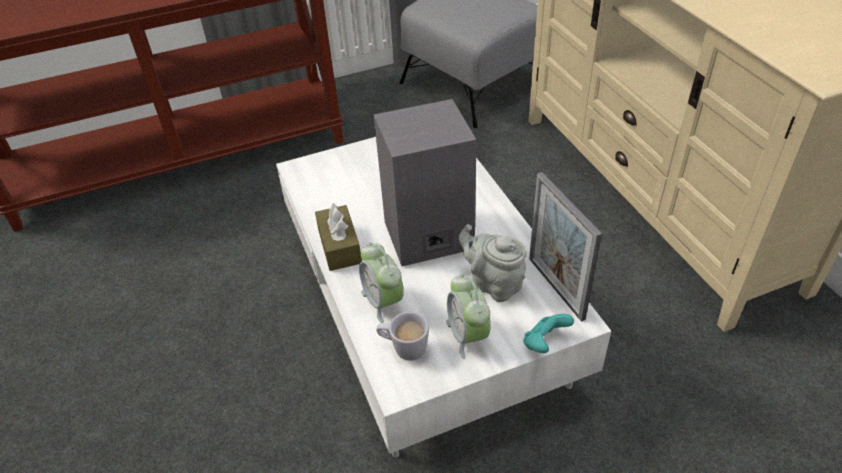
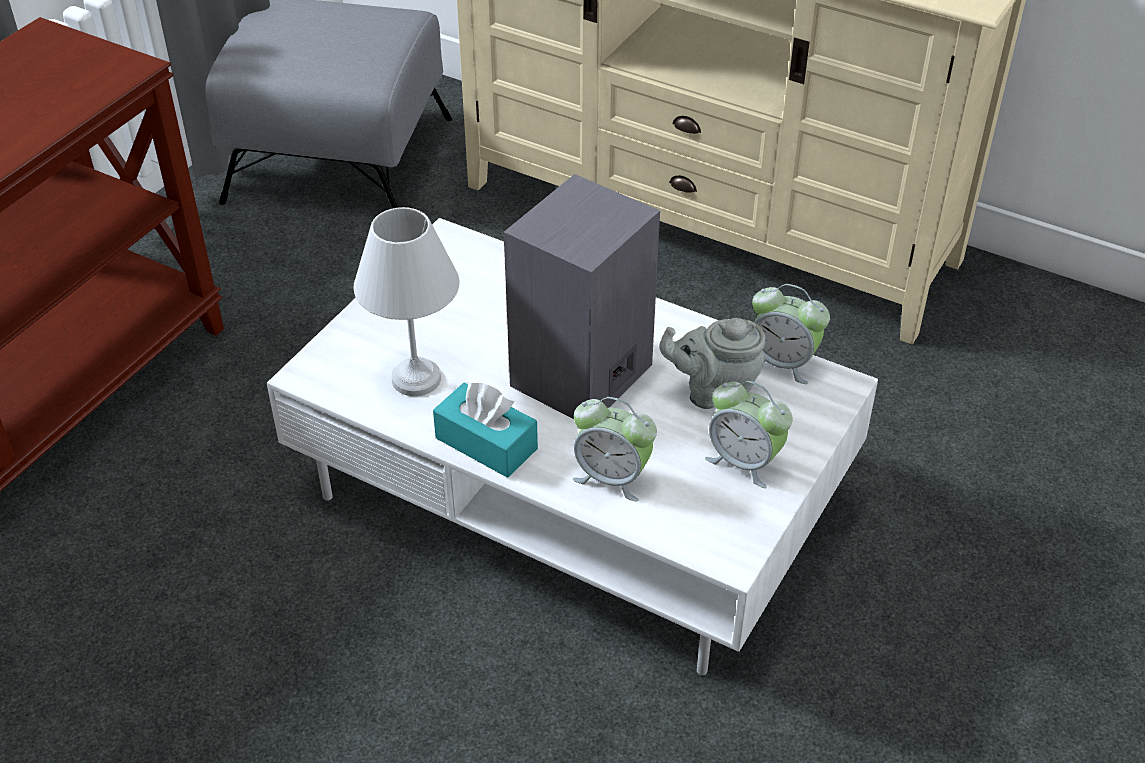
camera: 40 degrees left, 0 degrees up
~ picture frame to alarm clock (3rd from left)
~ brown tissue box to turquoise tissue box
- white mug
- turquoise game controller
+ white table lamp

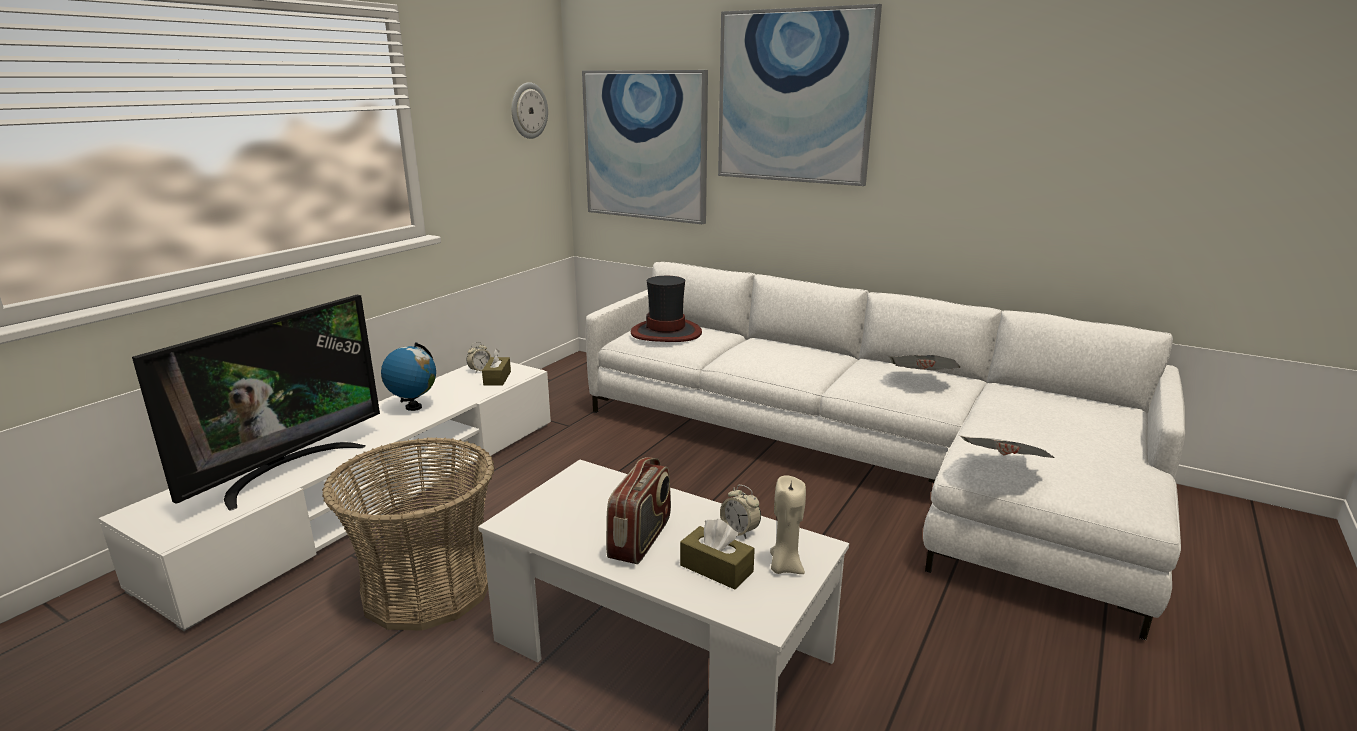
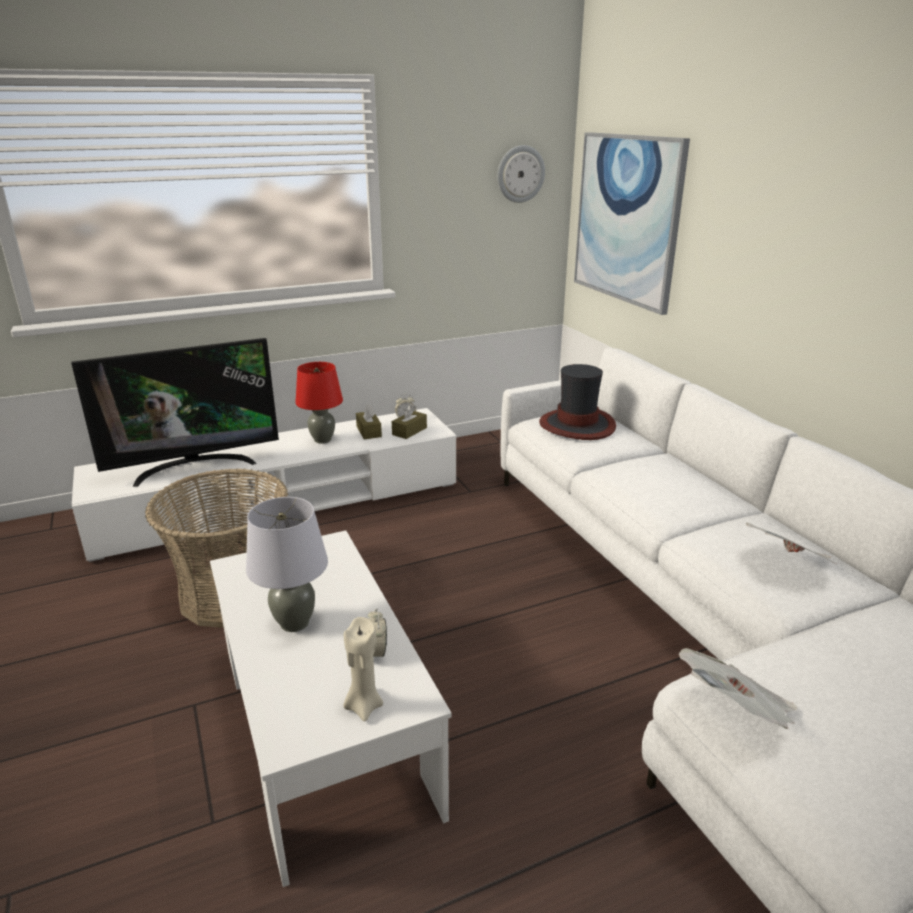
camera: 35 degrees right, 5 degrees up
- picture (2nd from left)
~ globe to red table lamp
~ radio to grey table lamp
~ brown tissue box (2nd from left in the first image) to brown tissue box (1st from left)

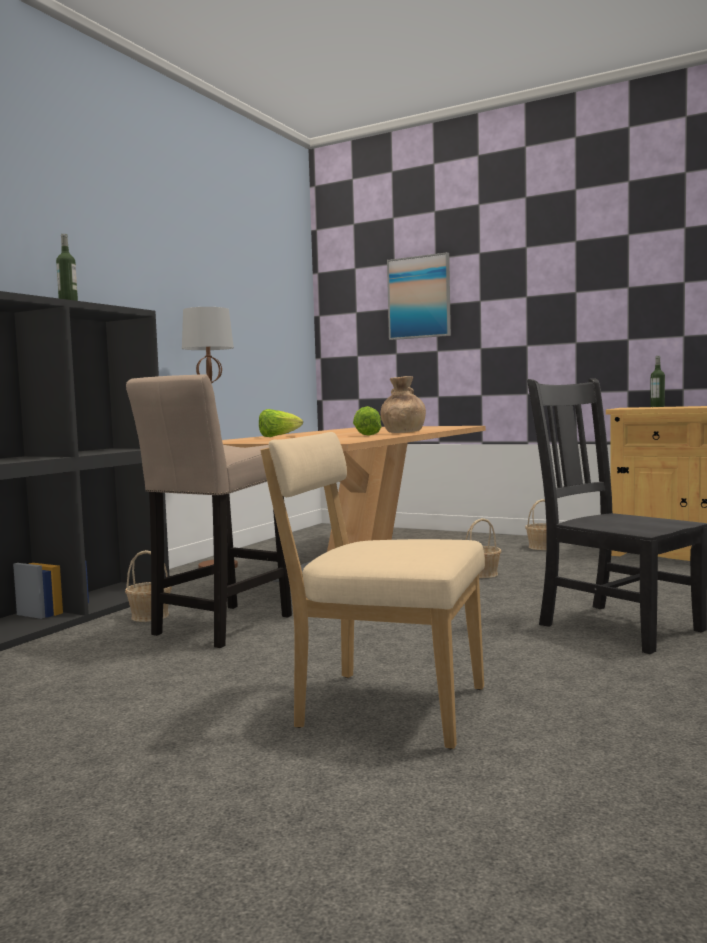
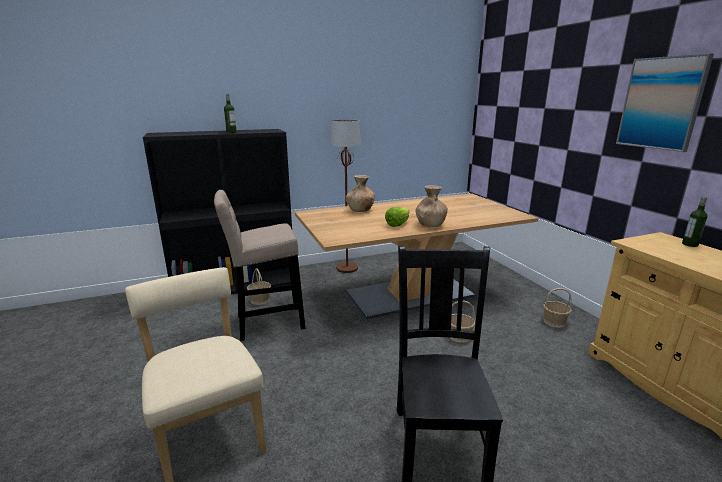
camera: 40 degrees right, 15 degrees up
~ picture
~ lettuce (1st from left) to brown vase (1st from left)

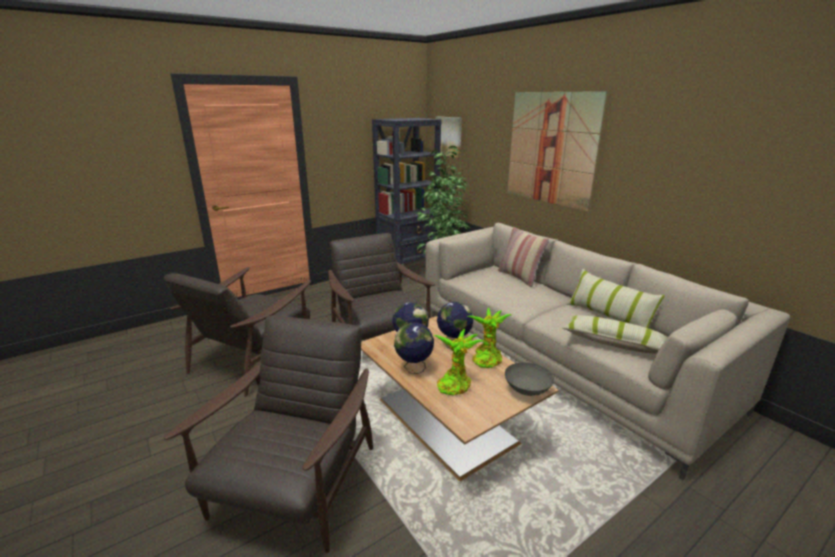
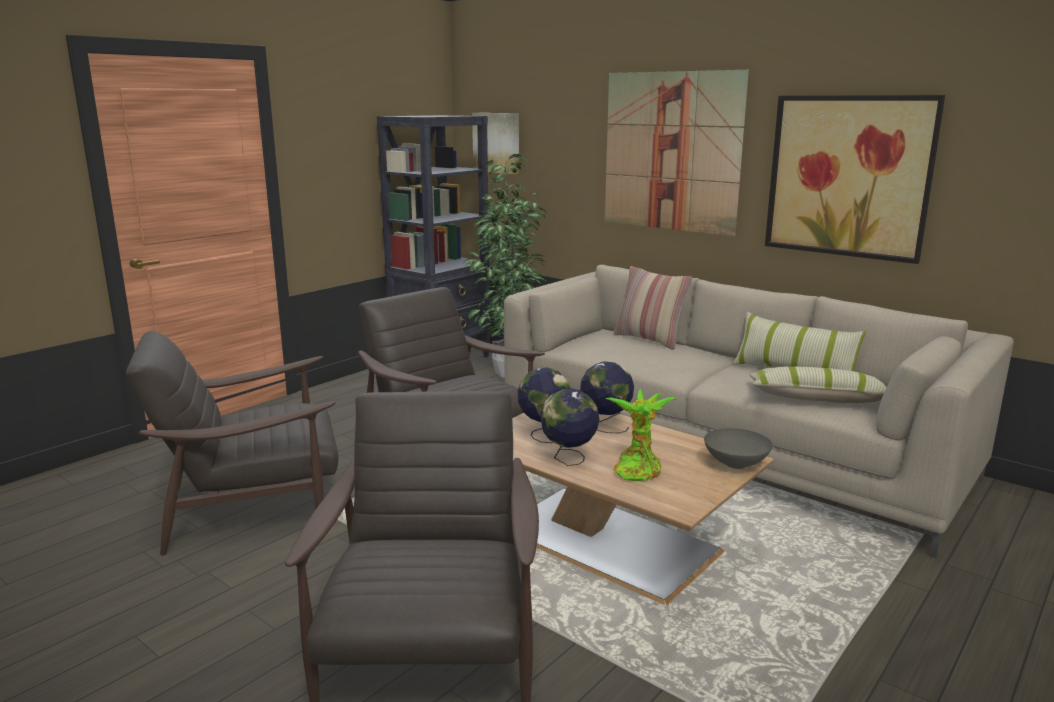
camera: 15 degrees left, 5 degrees down
~ brown armchair (1st from left) 60 degrees clockwise
- potted plant (3rd from left)
+ picture (3rd from left)

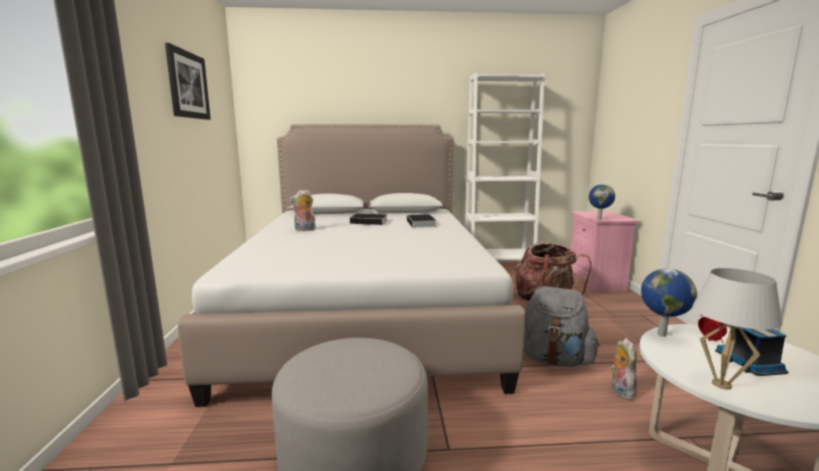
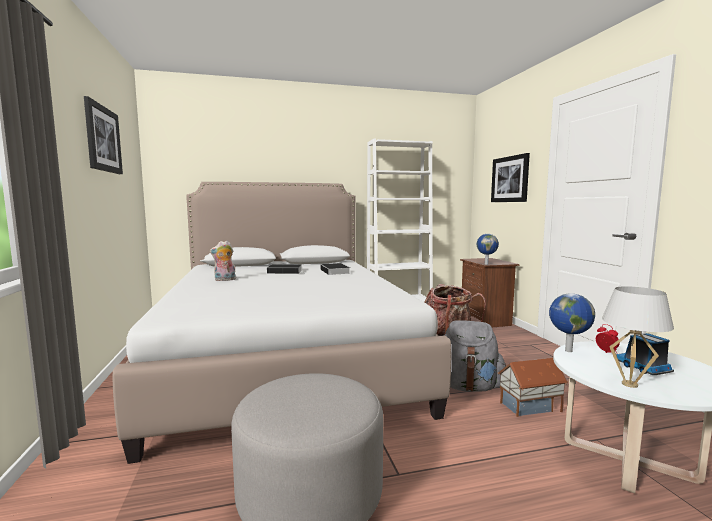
camera: 10 degrees left, 5 degrees down
~ pink nightstand to brown nightstand
~ plush toy (2nd from left) to toy house
+ picture (2nd from left)

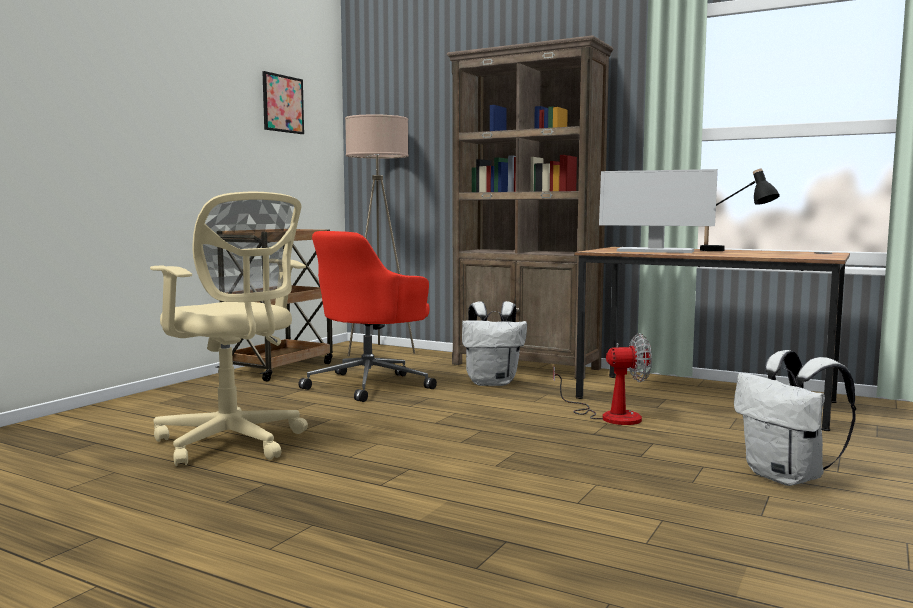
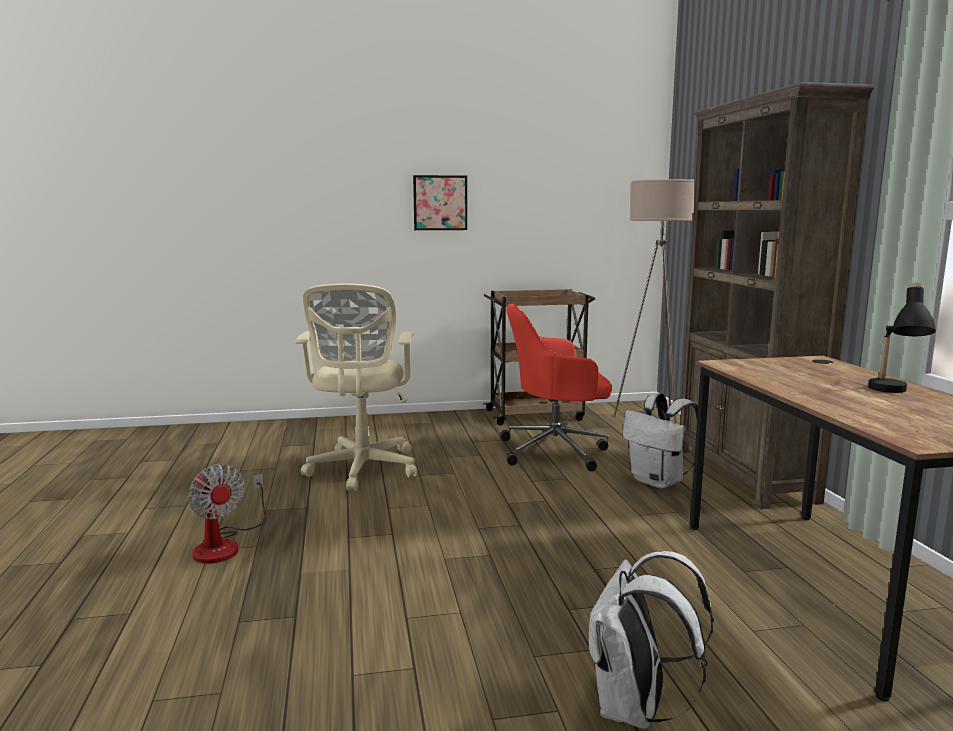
camera: 50 degrees right, 5 degrees up
~ picture
- monitor
~ fan

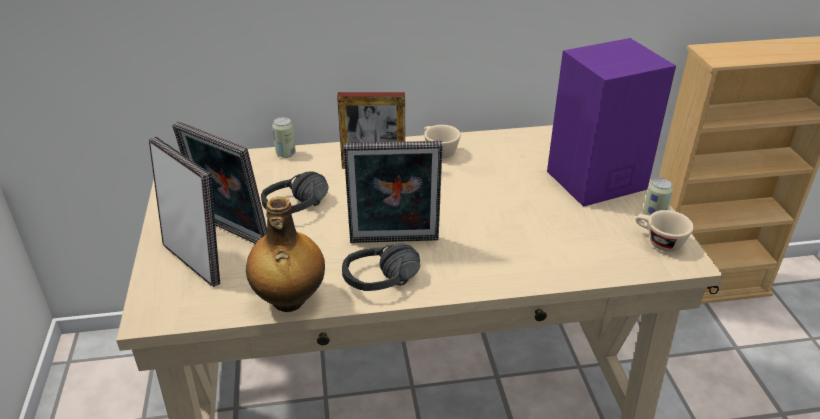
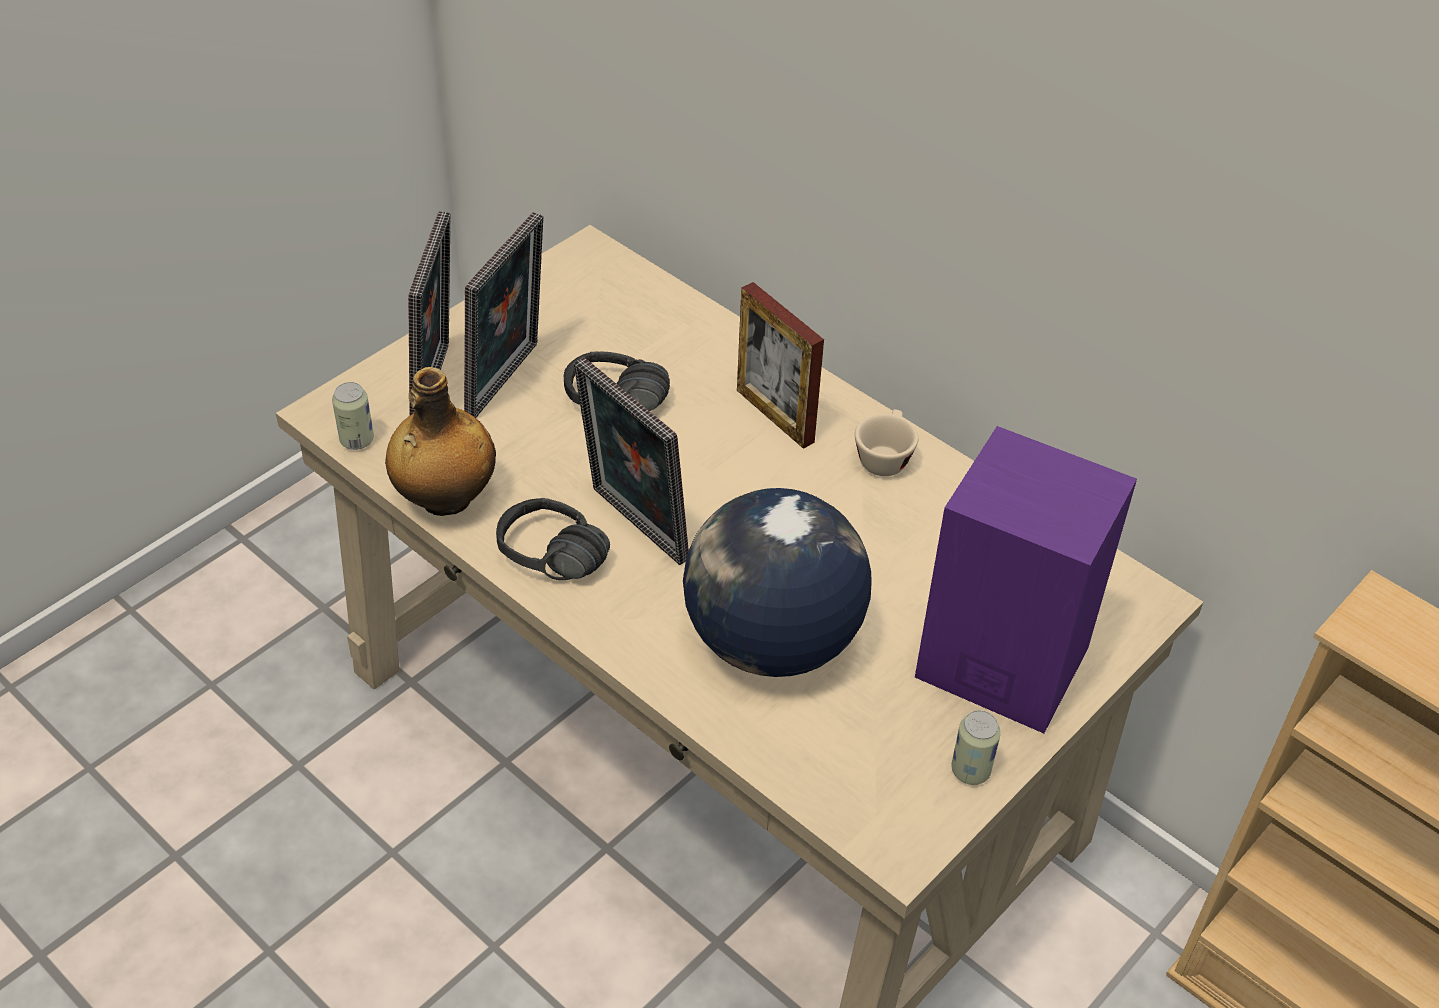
camera: 50 degrees right, 10 degrees up
~ can (1st from left)
~ picture frame (2nd from left) 150 degrees counterclockwise
- beige cup (2nd from left)
+ globe

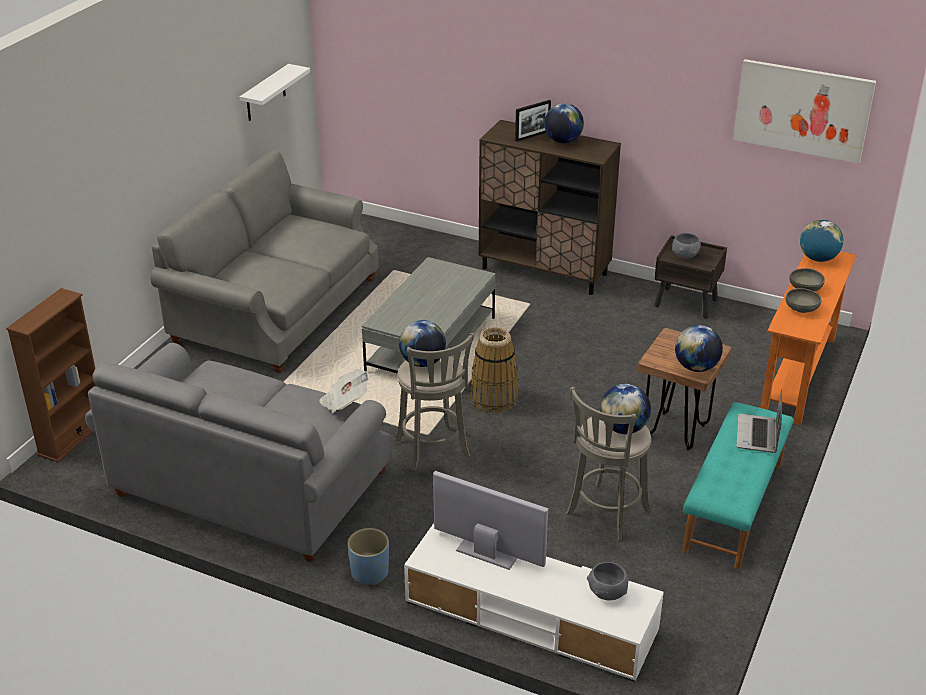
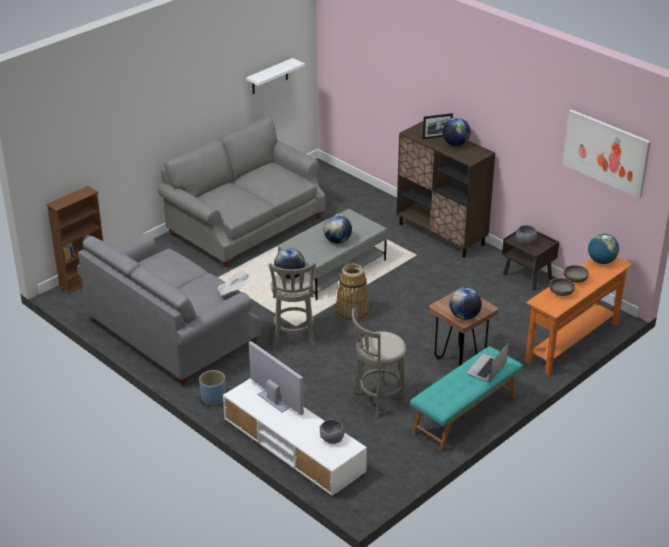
camera: 20 degrees right, 0 degrees up
~ globe (3rd from left in the first image) to globe (2nd from left)

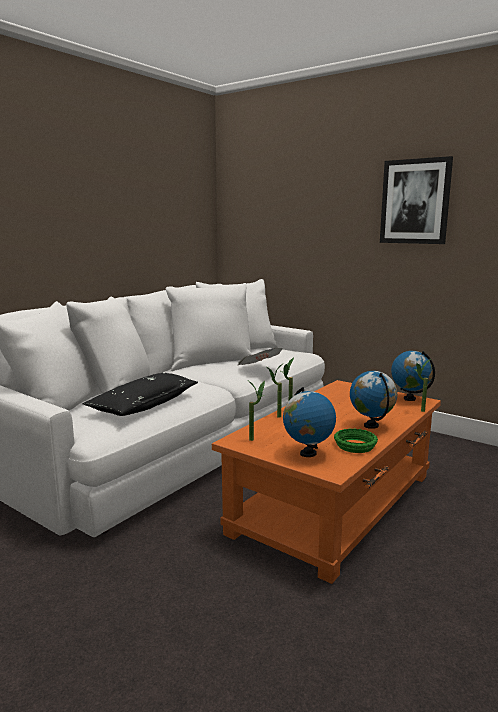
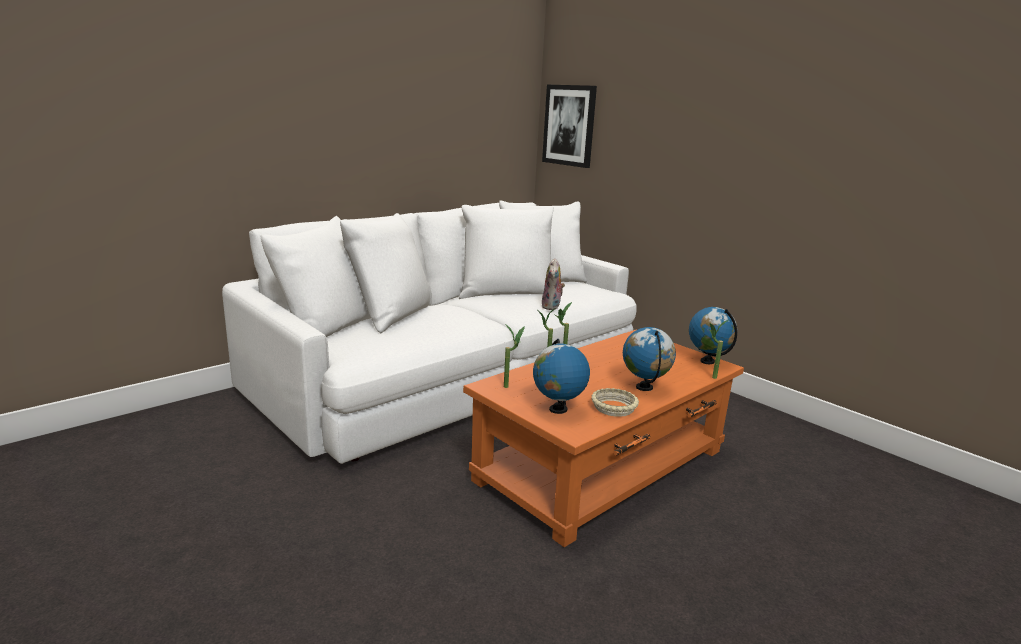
camera: 10 degrees right, 5 degrees up
~ picture
~ newspaper to plush toy
- black pillow
~ green bowl to beige bowl

